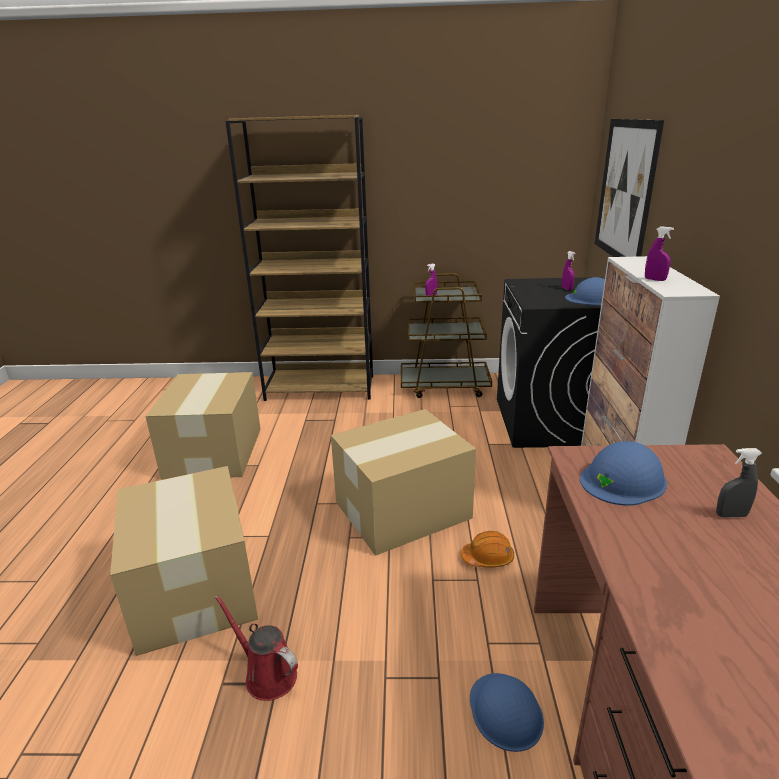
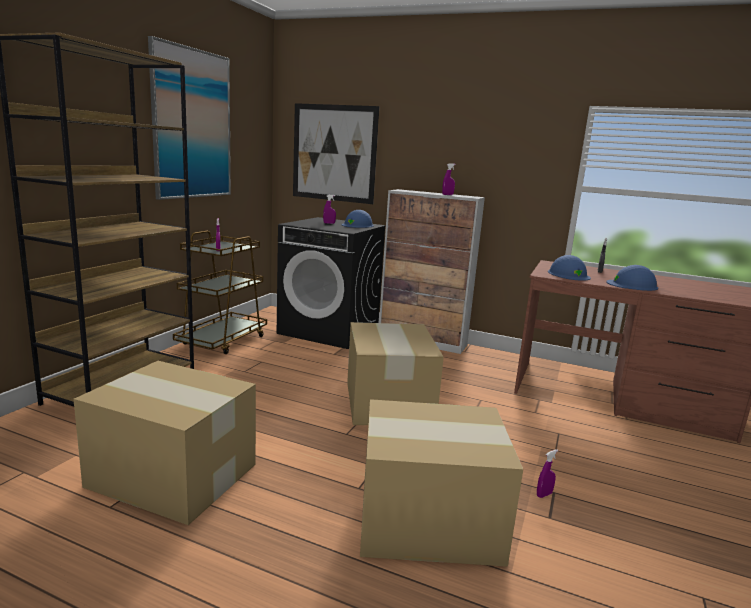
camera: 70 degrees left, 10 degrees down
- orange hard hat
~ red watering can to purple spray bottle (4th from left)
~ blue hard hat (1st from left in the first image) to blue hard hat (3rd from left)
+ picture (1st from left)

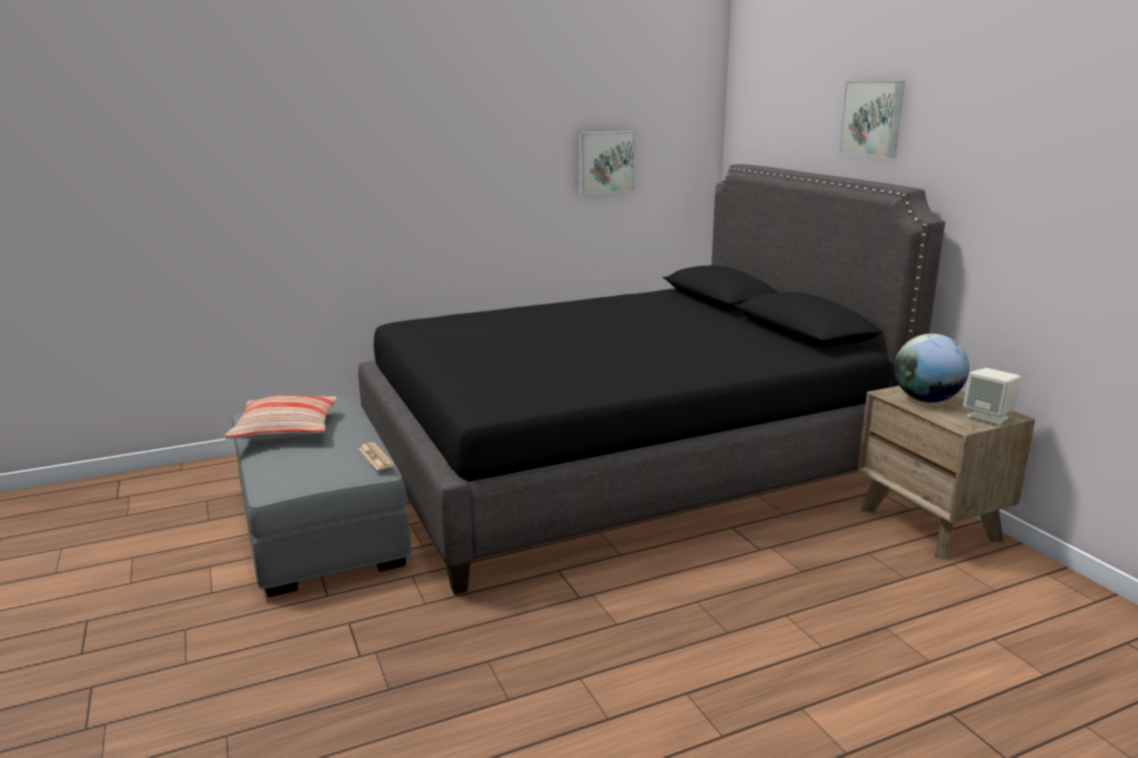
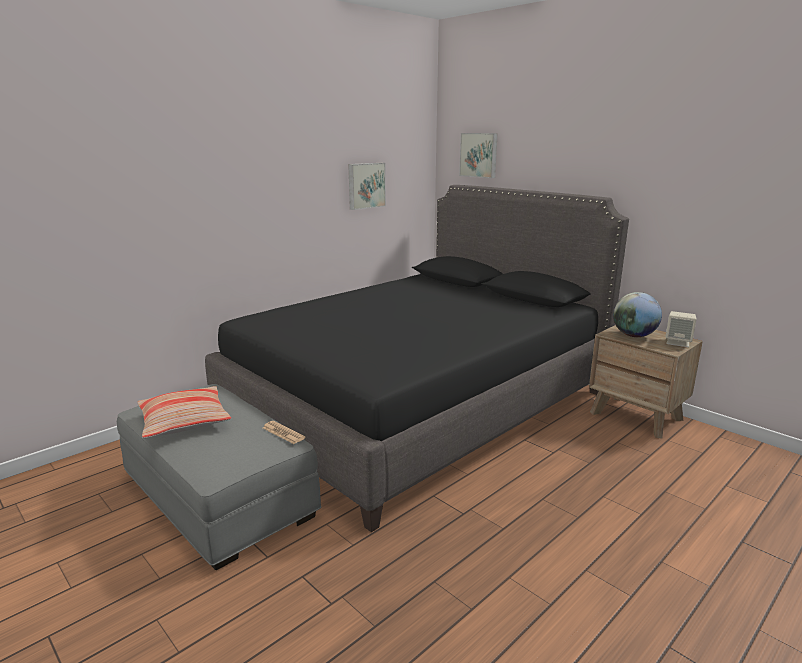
camera: 20 degrees left, 0 degrees up
~ picture (2nd from left)

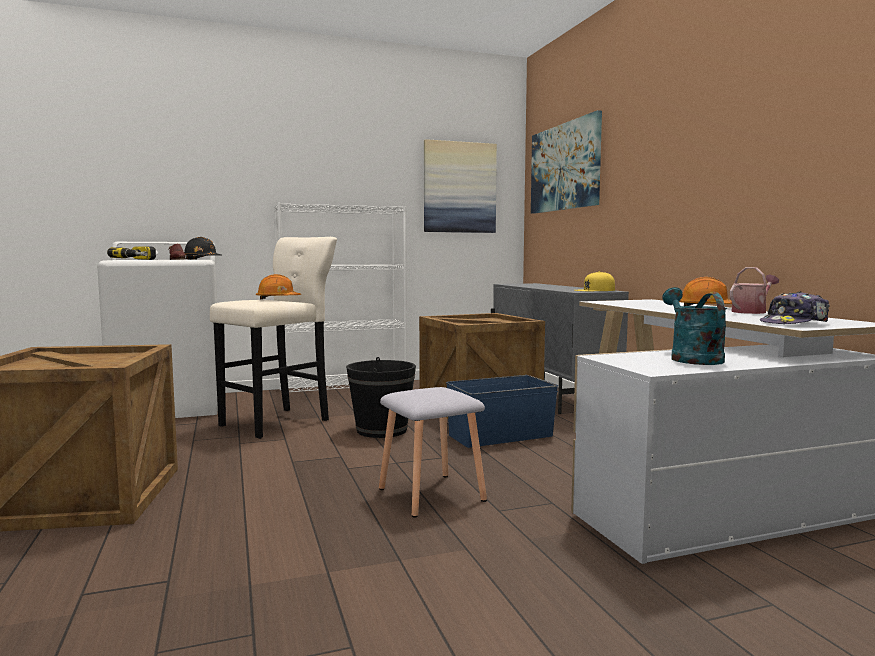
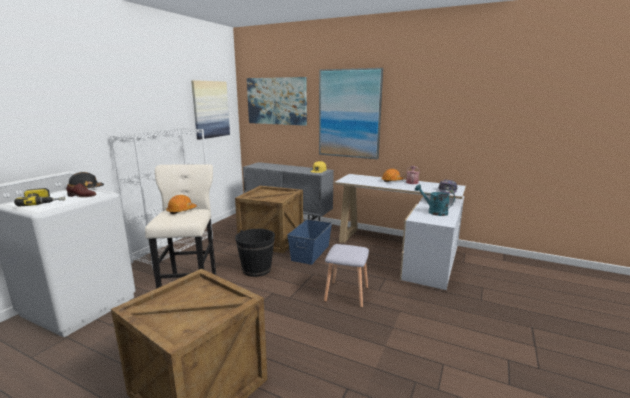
camera: 45 degrees left, 10 degrees up
+ picture (3rd from left)

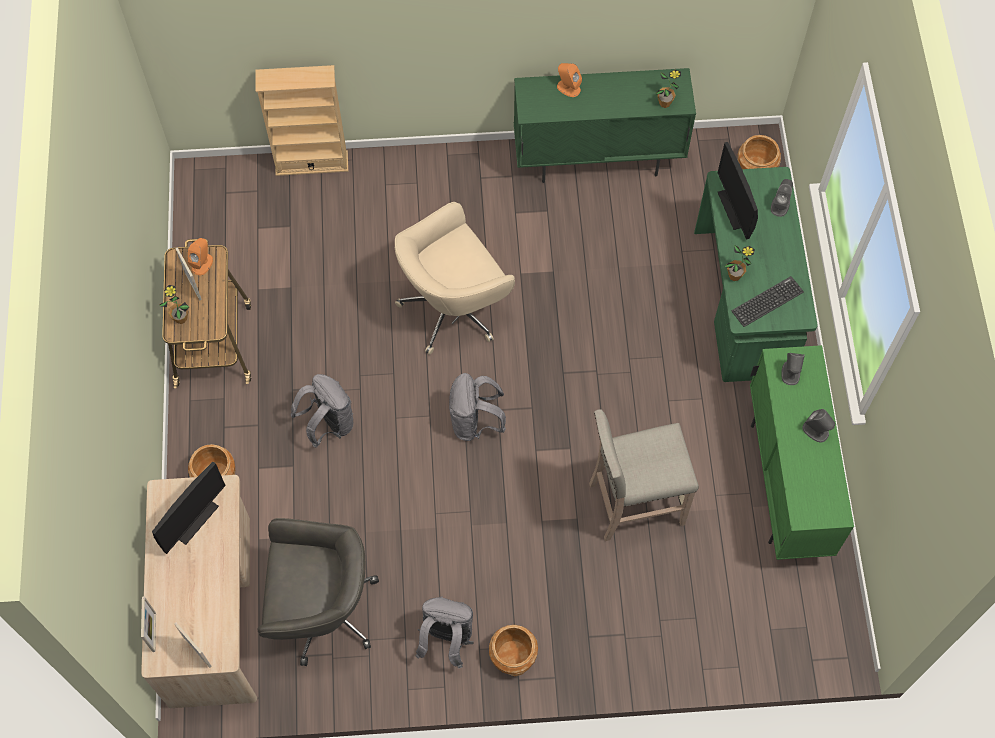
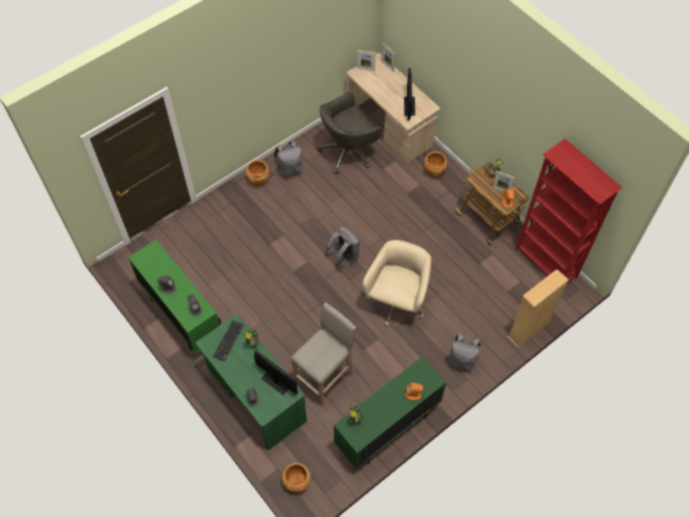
camera: 145 degrees right, 5 degrees down
~ grey backpack (1st from left in the first image) to grey backpack (3rd from left)
~ beige stool
+ red bookcase

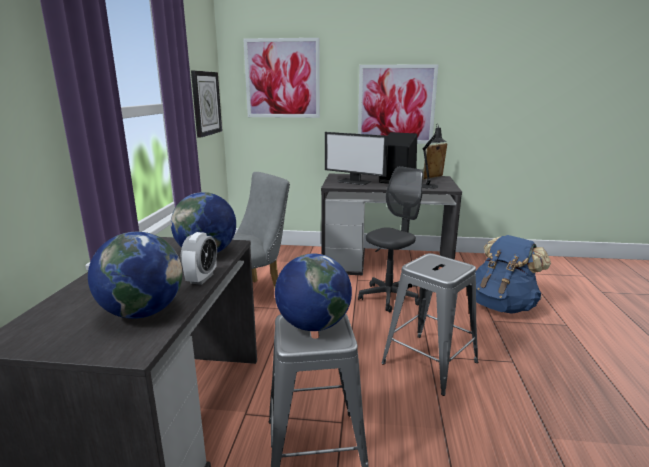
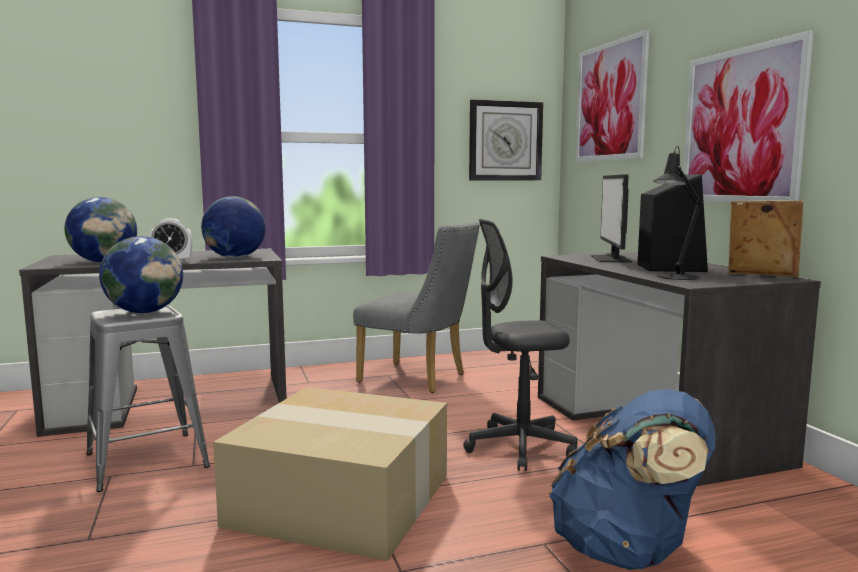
camera: 65 degrees right, 10 degrees down
~ grey office chair 150 degrees clockwise
~ grey stool (2nd from left) to cardboard box

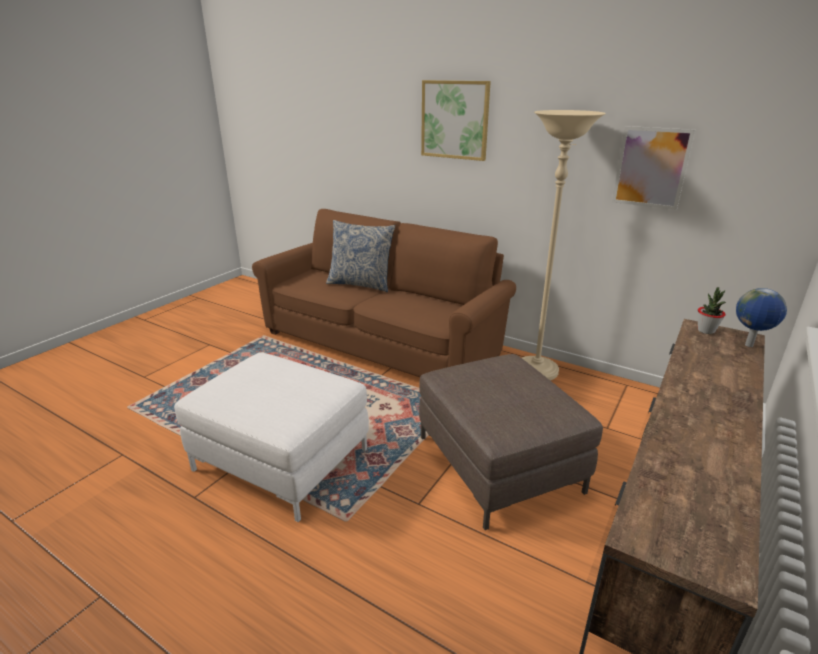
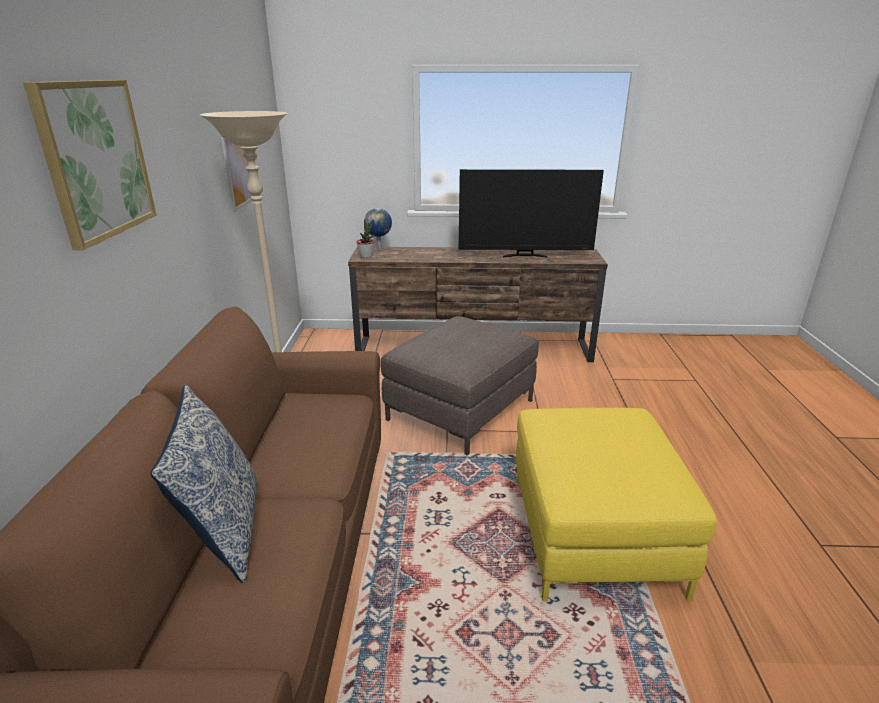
camera: 120 degrees left, 0 degrees up
~ white ottoman to yellow ottoman
+ television

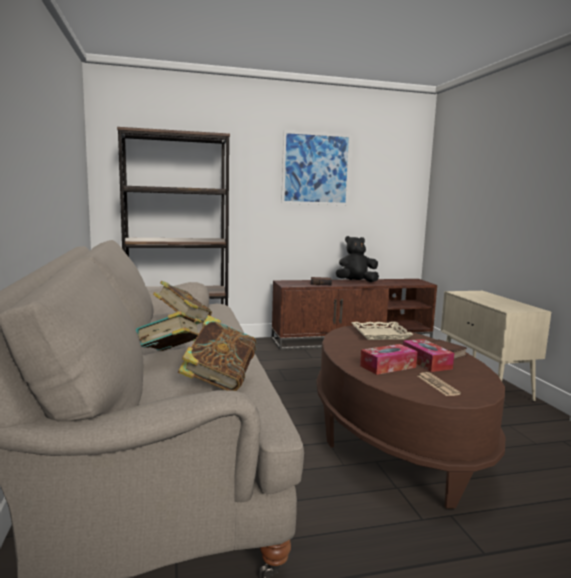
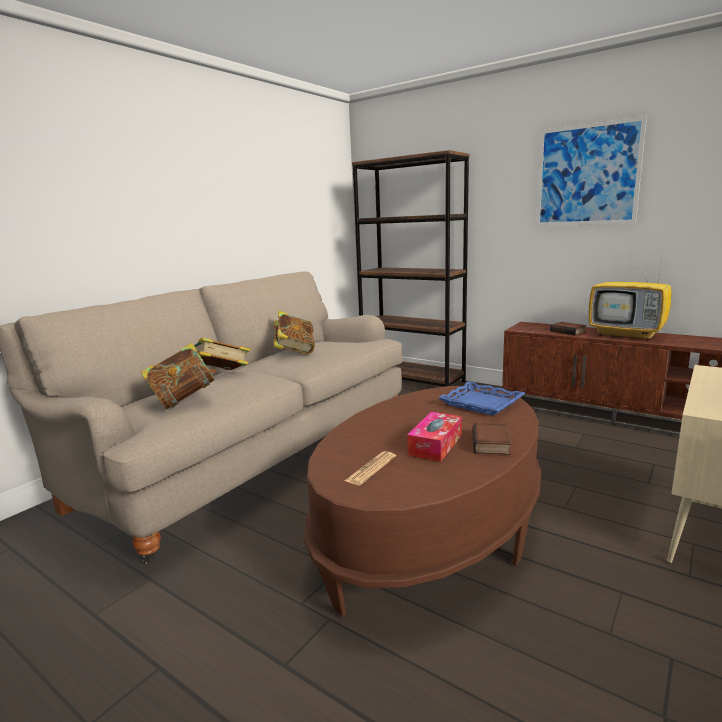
camera: 50 degrees right, 5 degrees up
~ black plush toy to television
~ beige tray to blue tray
- tissue box (1st from left)

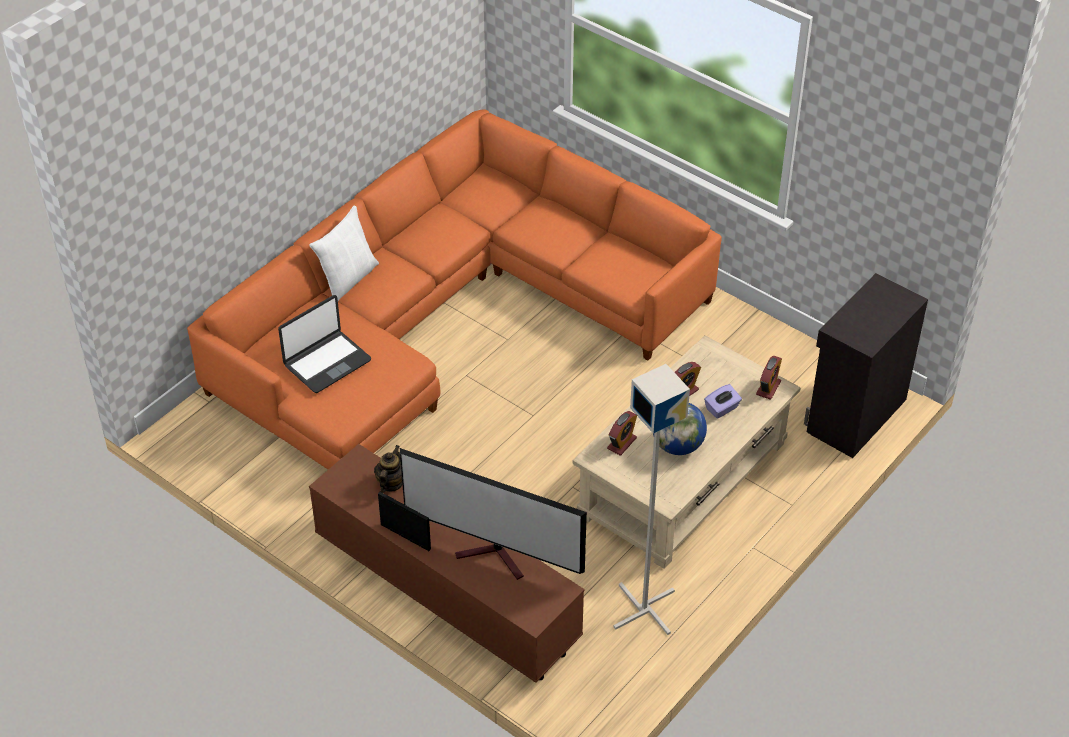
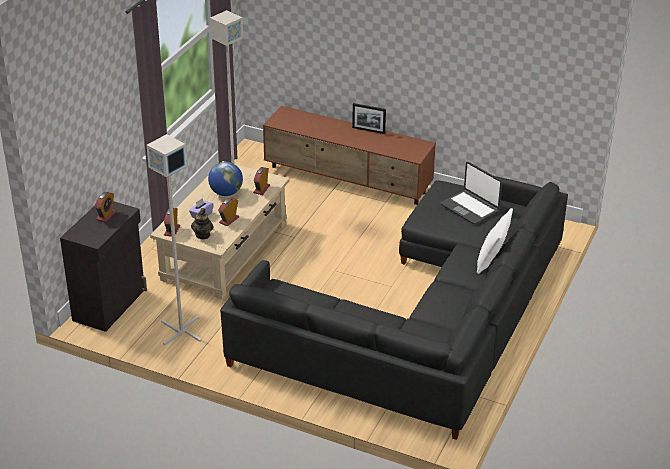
camera: 165 degrees right, 10 degrees down
~ orange sofa to black sofa
~ laptop 75 degrees counterclockwise
~ teapot
- television
+ grey floor lamp (1st from left)
+ alarm clock (1st from left)

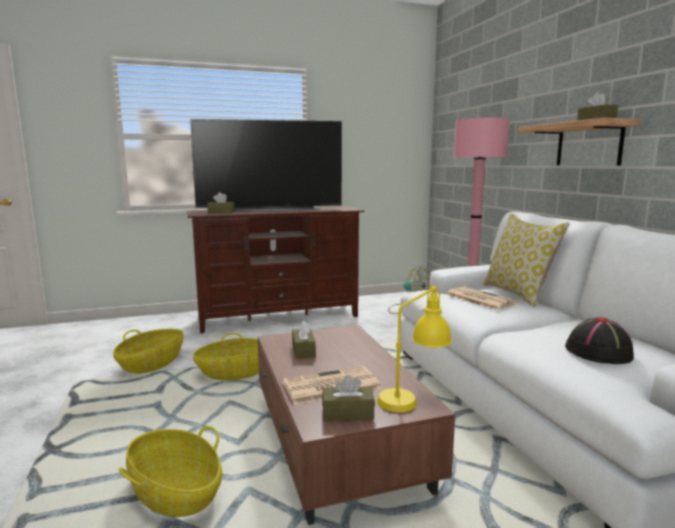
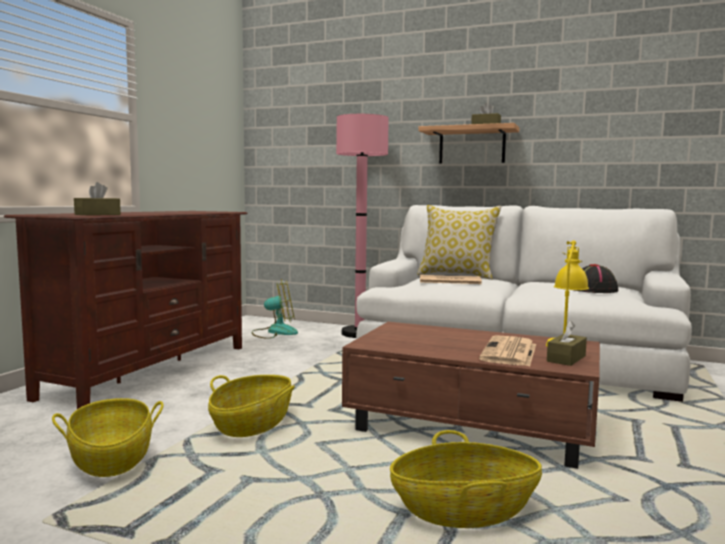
camera: 50 degrees left, 5 degrees down
- television
- brown tissue box (2nd from left)

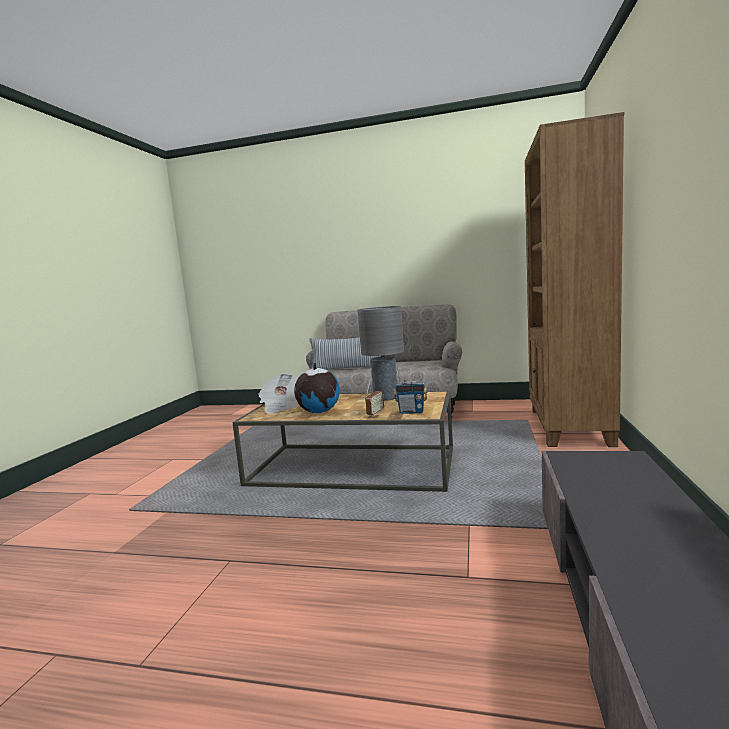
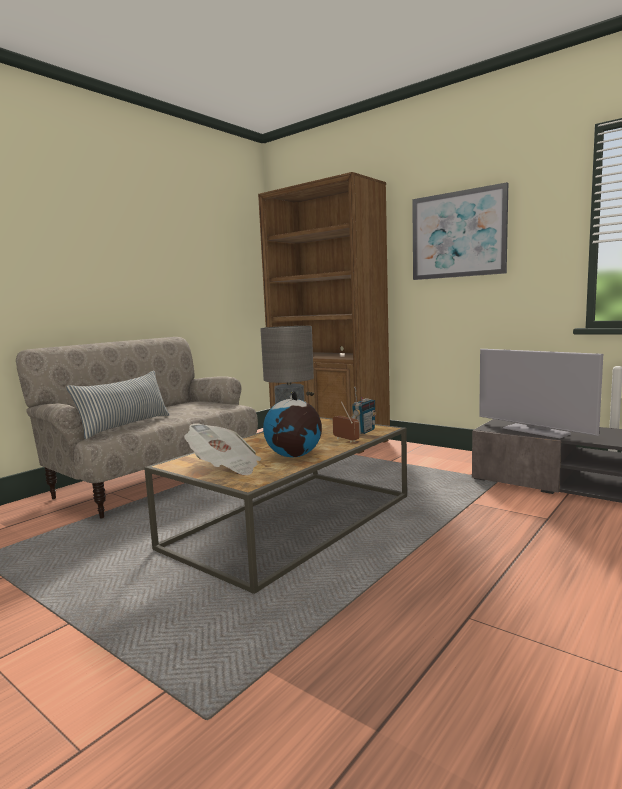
camera: 65 degrees left, 0 degrees up
+ picture
+ television

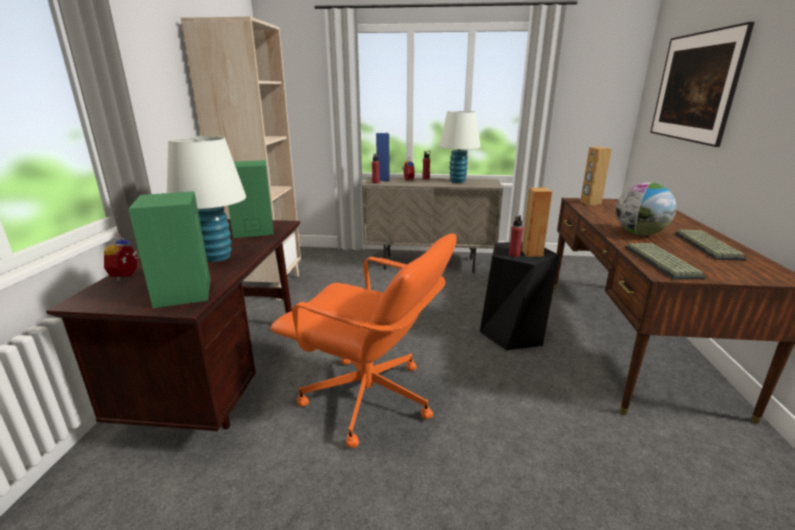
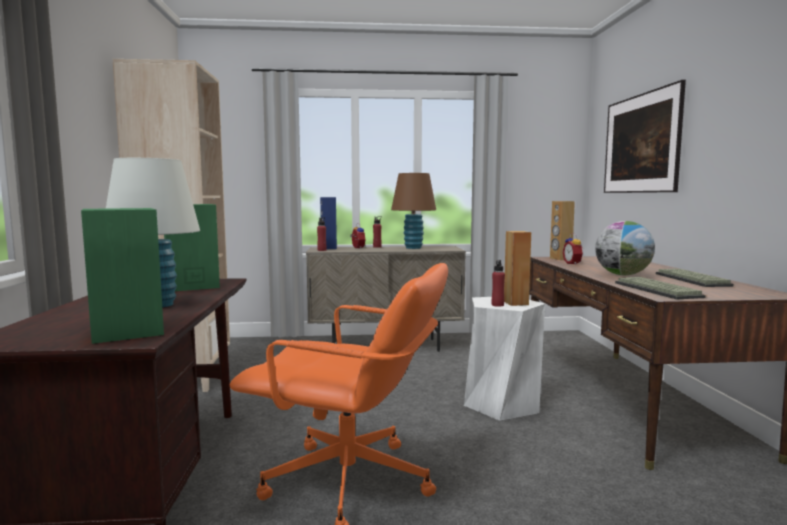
camera: 10 degrees left, 15 degrees down
~ white table lamp (2nd from left) to brown table lamp
~ alarm clock (1st from left in the first image) to alarm clock (2nd from left)
~ black stool to white stool

